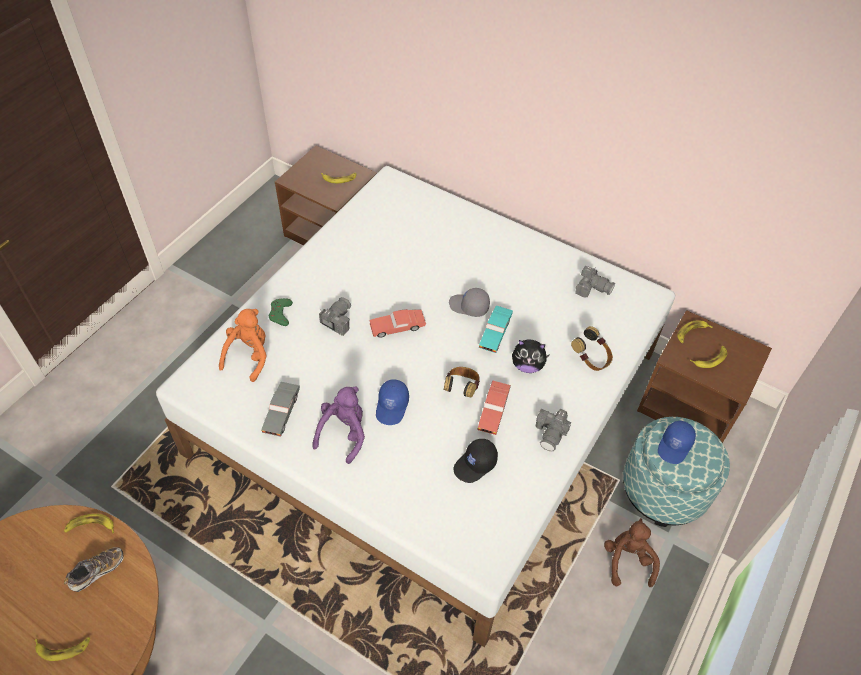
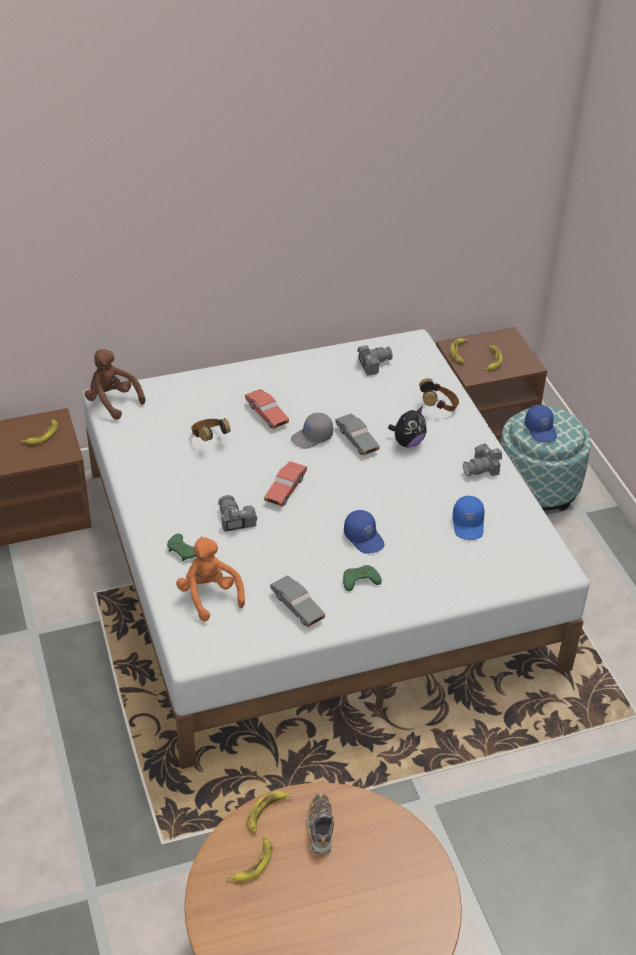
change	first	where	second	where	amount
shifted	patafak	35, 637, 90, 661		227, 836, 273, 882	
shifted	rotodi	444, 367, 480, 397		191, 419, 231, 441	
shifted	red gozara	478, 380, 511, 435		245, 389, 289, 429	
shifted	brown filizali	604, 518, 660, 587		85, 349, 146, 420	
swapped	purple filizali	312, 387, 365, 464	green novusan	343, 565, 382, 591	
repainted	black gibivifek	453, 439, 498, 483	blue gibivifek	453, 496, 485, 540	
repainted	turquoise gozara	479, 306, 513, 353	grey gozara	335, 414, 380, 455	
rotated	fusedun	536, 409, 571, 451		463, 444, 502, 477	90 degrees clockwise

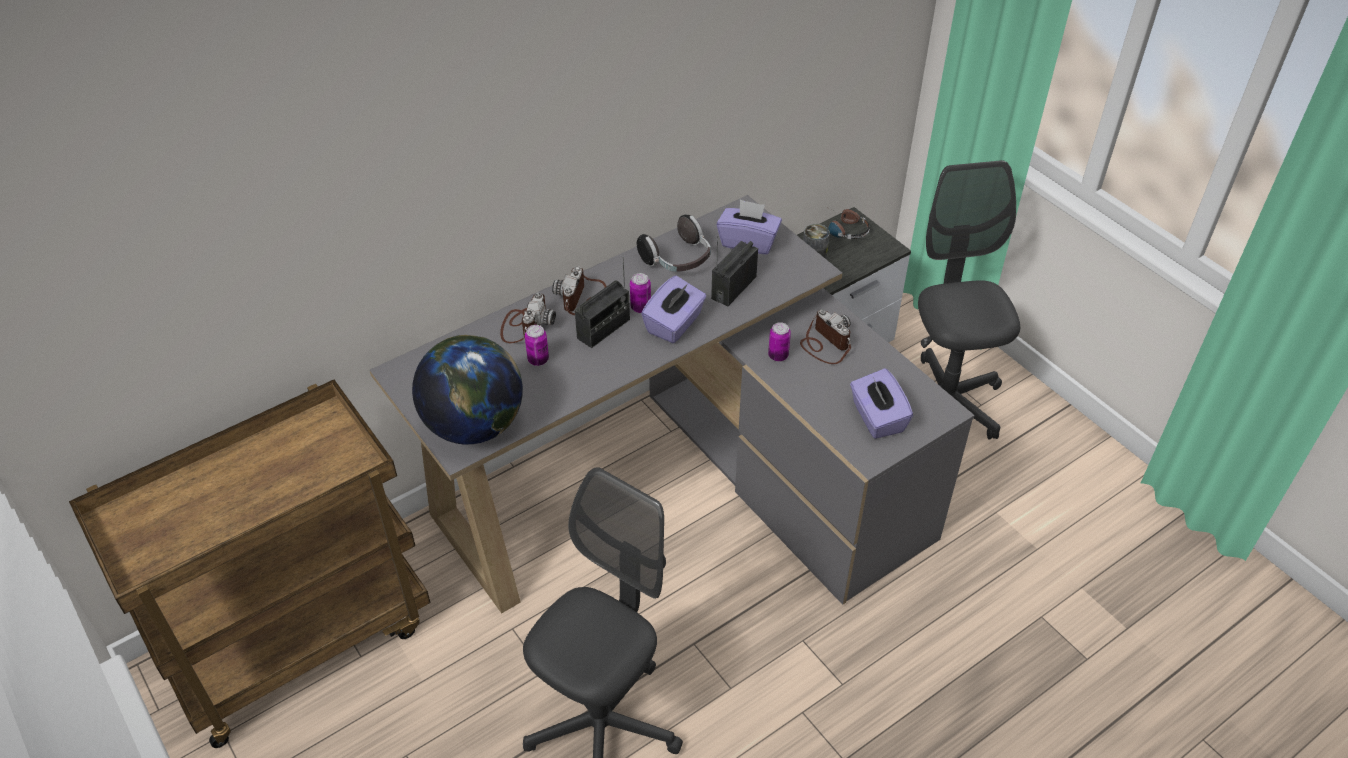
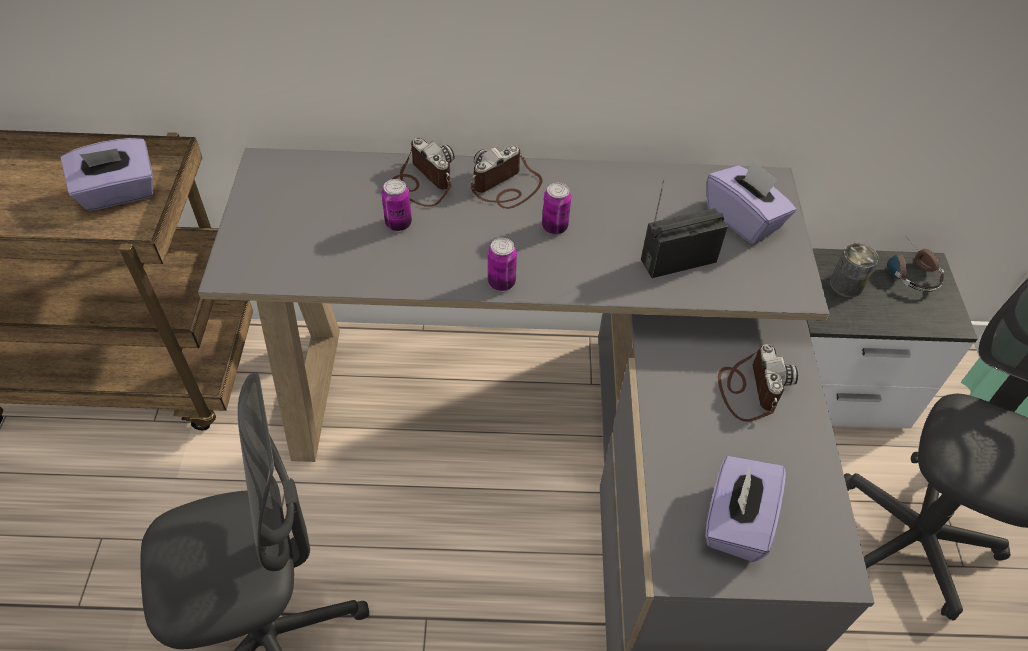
change	first	where	second	where	amount
gone	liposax	412, 335, 523, 444			
gone	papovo	575, 257, 630, 348			
gone	rotodi	637, 214, 711, 272			
shifted	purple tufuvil	641, 276, 707, 343		61, 138, 153, 211	
shifted	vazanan	768, 322, 791, 361		488, 238, 517, 291	
rotated	fusedun	500, 293, 556, 343		392, 137, 454, 207	90 degrees counterclockwise

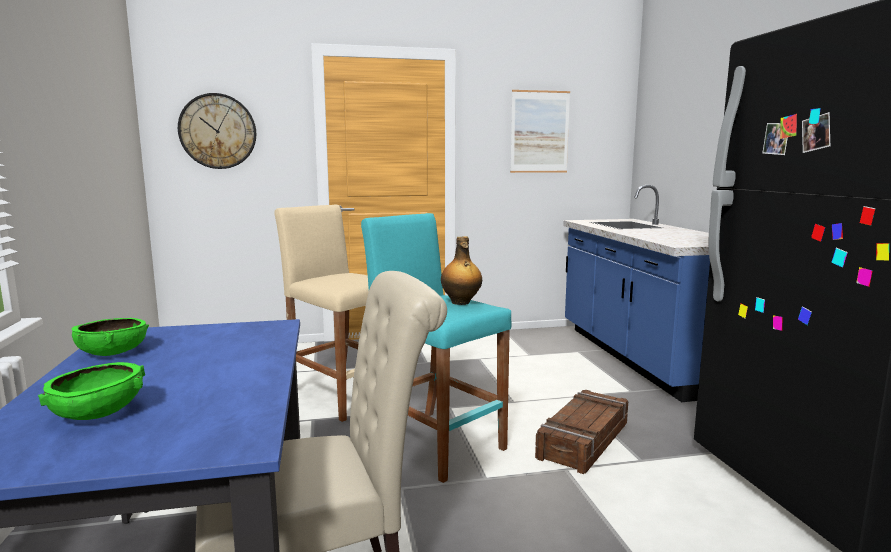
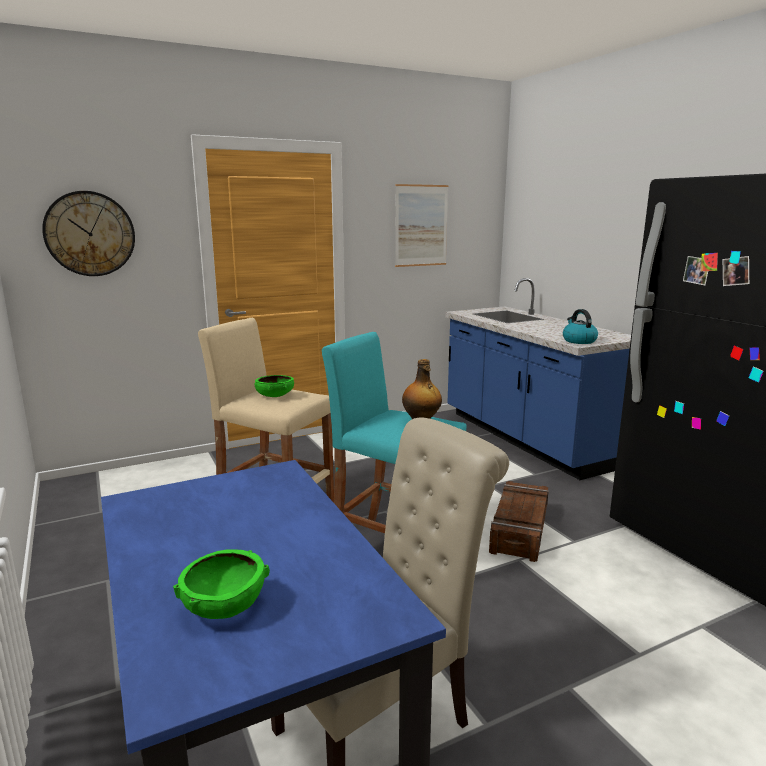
change	first	where	second	where	amount
new			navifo	563, 309, 598, 344	
shifted	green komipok	72, 318, 149, 356		255, 375, 294, 397	

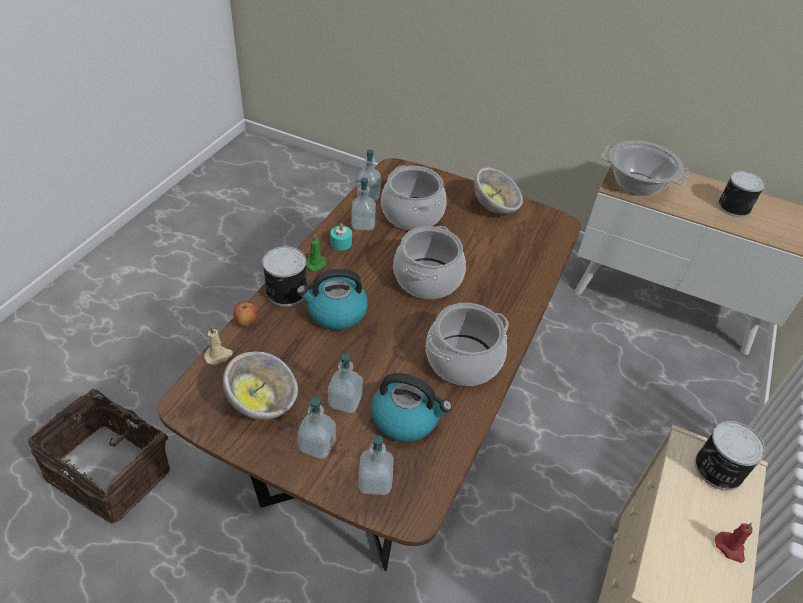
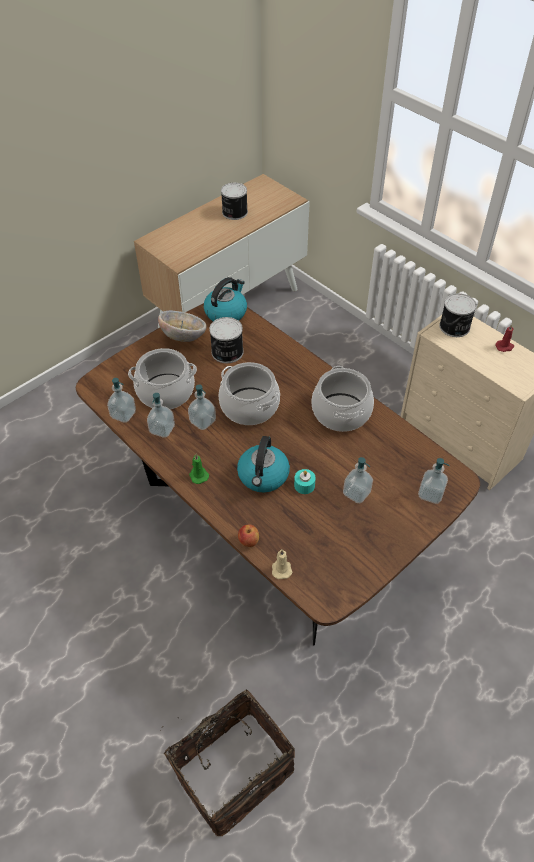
change	first	where	second	where	amount
gone	komipok	223, 352, 298, 420			
gone	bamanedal	601, 141, 689, 196			
shifted	vazanan	262, 246, 307, 306		209, 317, 244, 363	
shifted	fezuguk	298, 397, 336, 459		188, 385, 216, 430	
shifted	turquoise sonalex	330, 223, 352, 251		294, 469, 316, 494	
shifted	navifo	371, 373, 452, 442		204, 277, 247, 321	

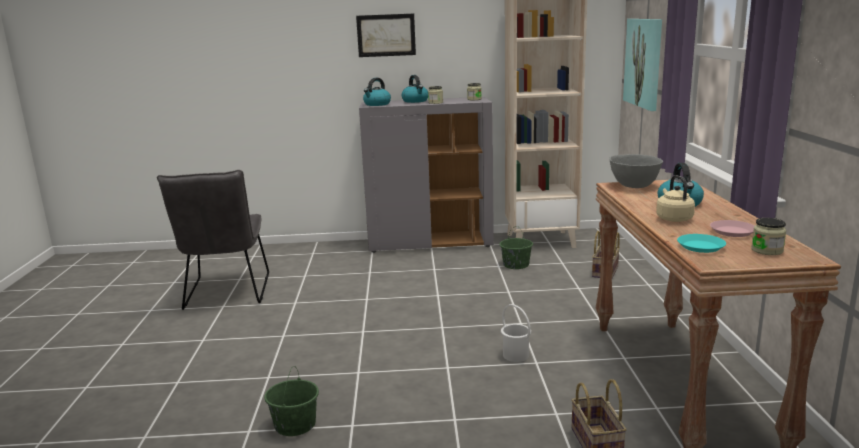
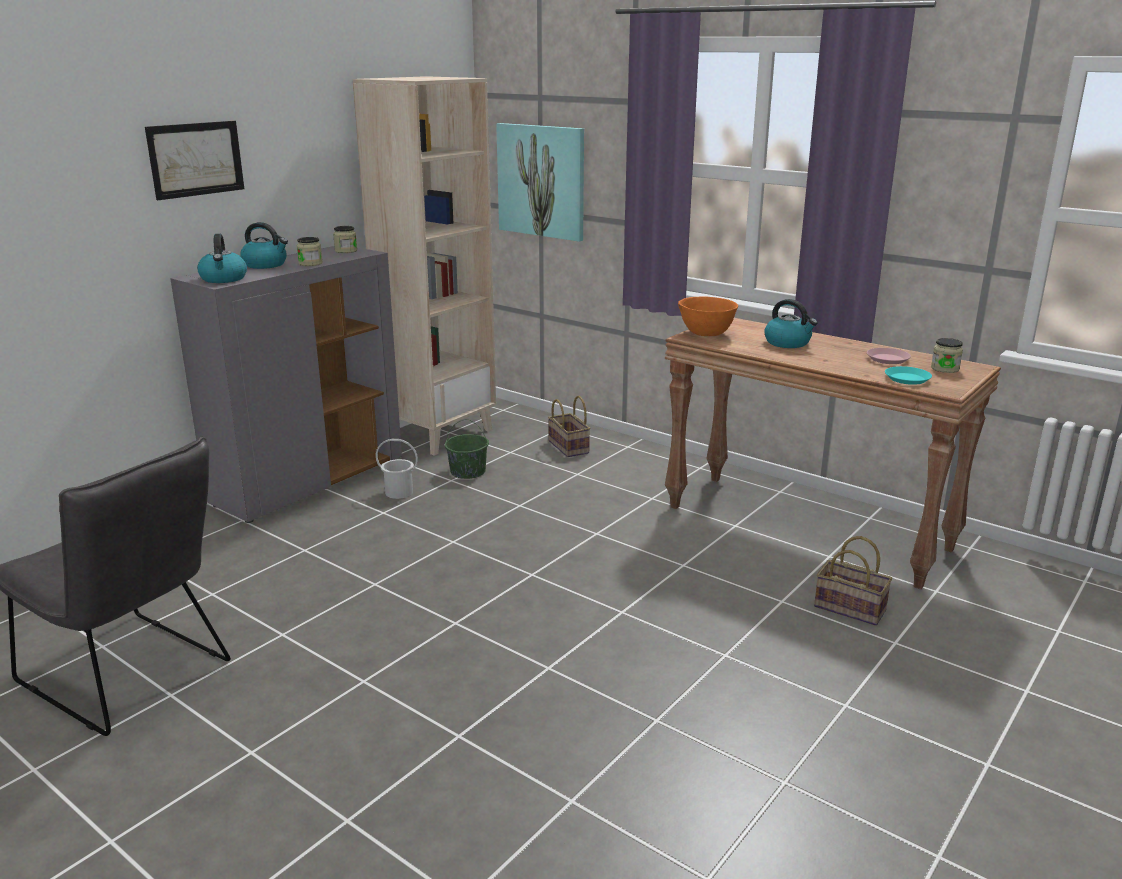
change	first	where	second	where	amount
gone	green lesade	264, 366, 319, 436			
gone	beige navifo	656, 175, 695, 222			
shifted	white lesade	501, 304, 531, 362		376, 439, 418, 499	
repainted	grey komipok	609, 154, 663, 188	orange komipok	678, 296, 738, 336	

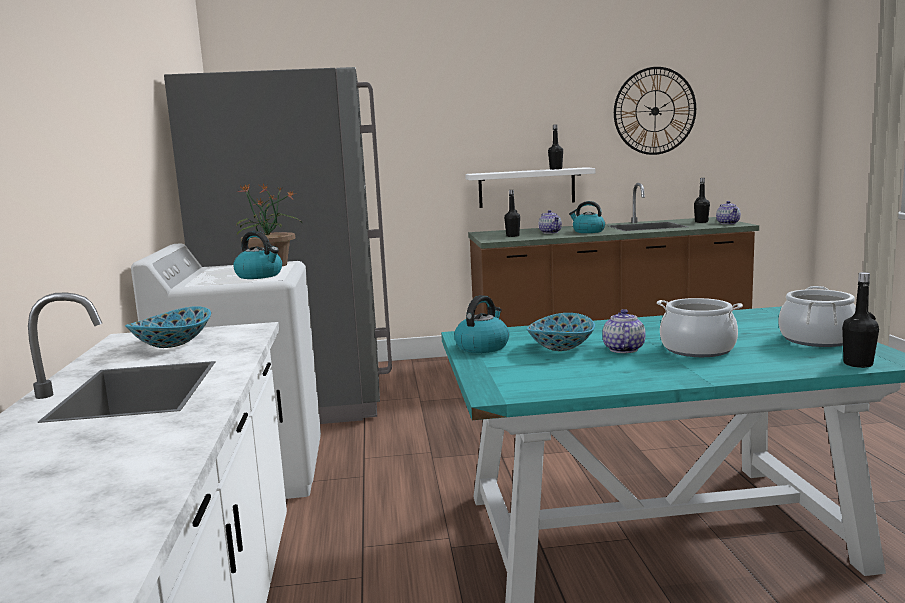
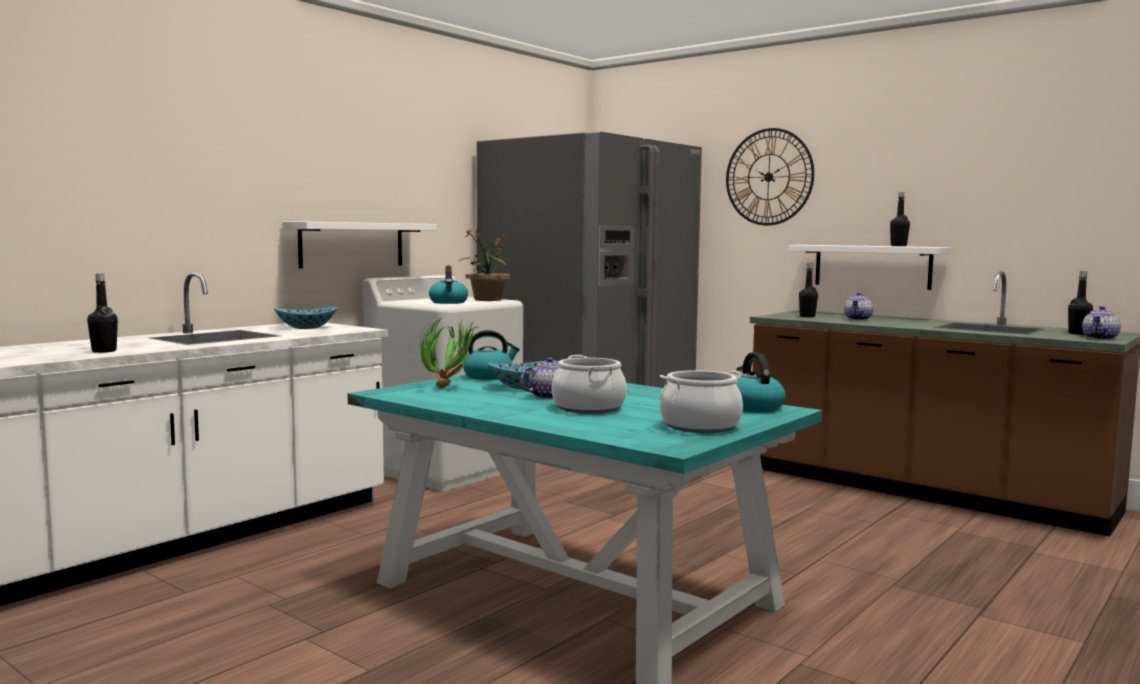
change	first	where	second	where	amount
new			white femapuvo	282, 222, 437, 268	
new			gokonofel	420, 312, 479, 388	
shifted	navifo	569, 201, 605, 233		737, 352, 786, 412	
shifted	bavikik	614, 67, 696, 155		726, 128, 814, 226	
shifted	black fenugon	842, 272, 879, 368		87, 274, 118, 353	

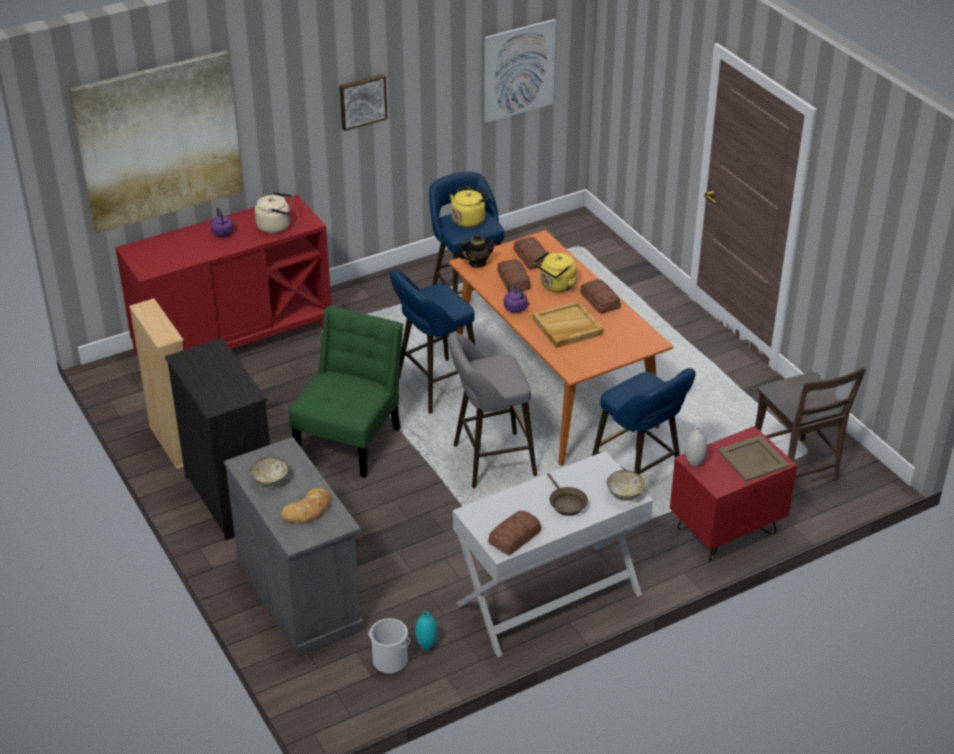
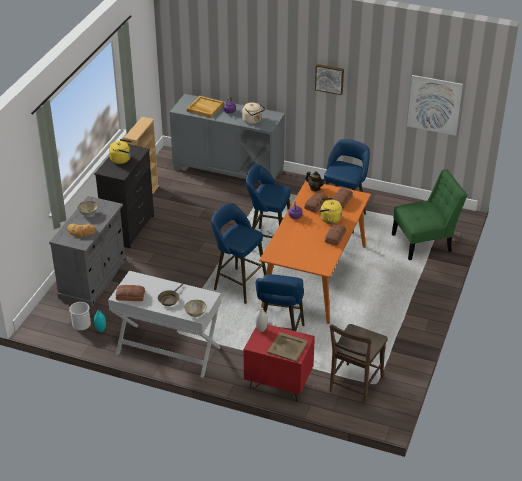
change	first	where	second	where	amount
gone	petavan	69, 50, 243, 234			
shifted	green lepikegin	289, 305, 403, 478		392, 169, 467, 260	
shifted	yellow navifo	450, 186, 492, 227		109, 139, 132, 164	
shifted	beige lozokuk	532, 301, 604, 348		187, 96, 224, 118	
repainted	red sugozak	115, 195, 332, 355	grey sugozak	170, 94, 285, 182	
repainted	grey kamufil	448, 333, 537, 488	blue kamufil	211, 203, 266, 304	

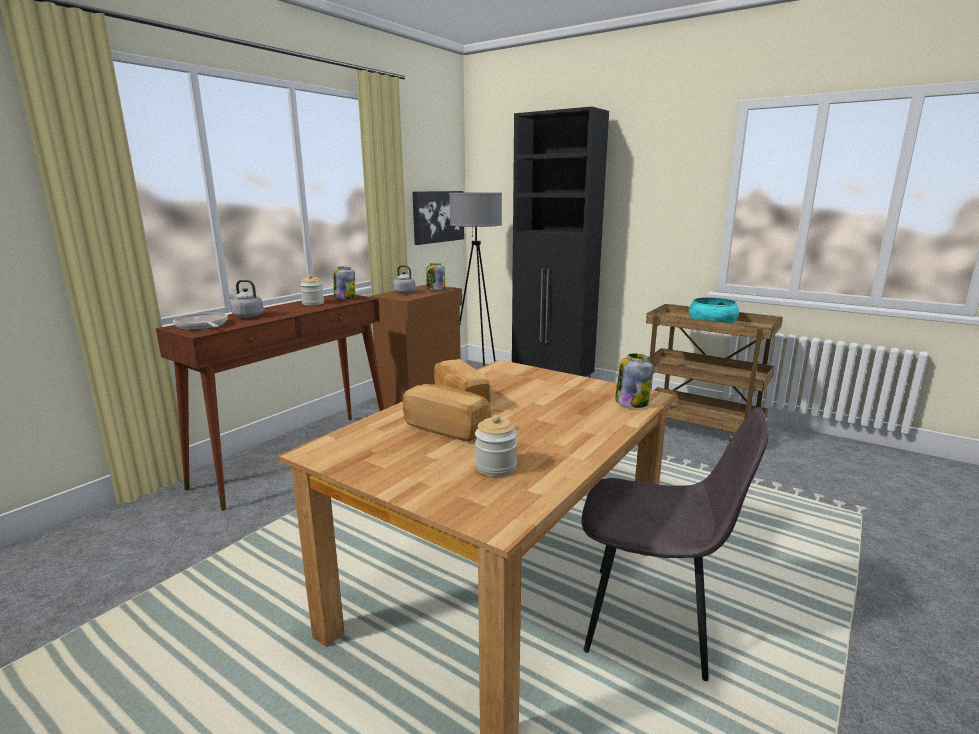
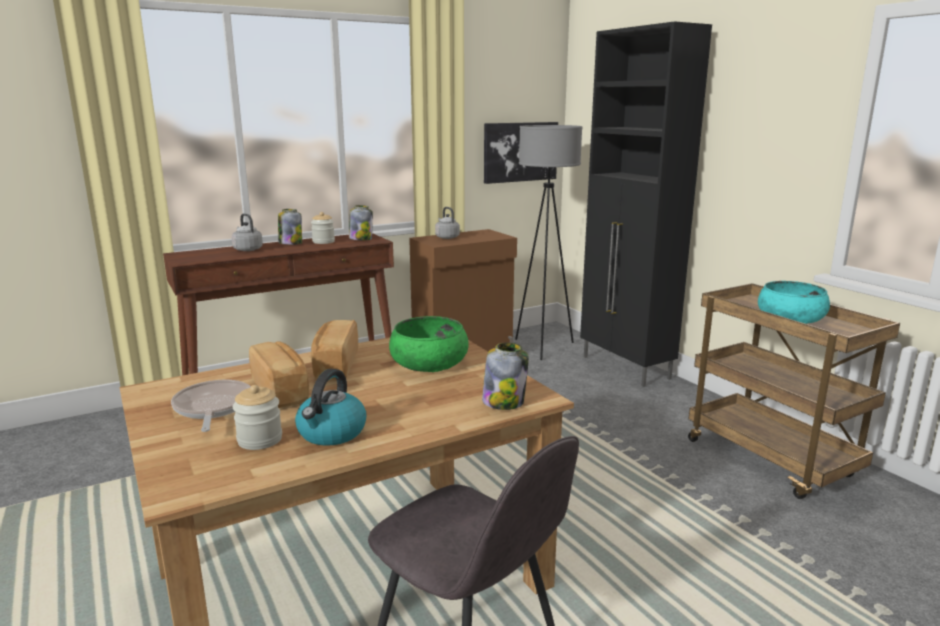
change	first	where	second	where	amount
new			navifo	295, 369, 367, 446	
new			green komipok	389, 316, 469, 372	
shifted	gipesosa	173, 312, 228, 329		171, 380, 251, 432	
shifted	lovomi	426, 263, 445, 290		278, 209, 302, 245	

